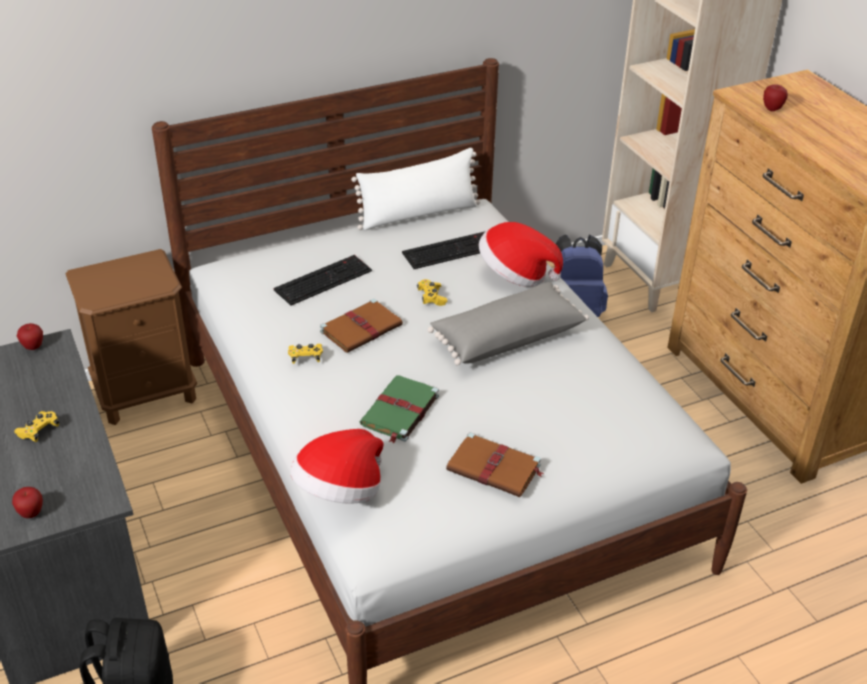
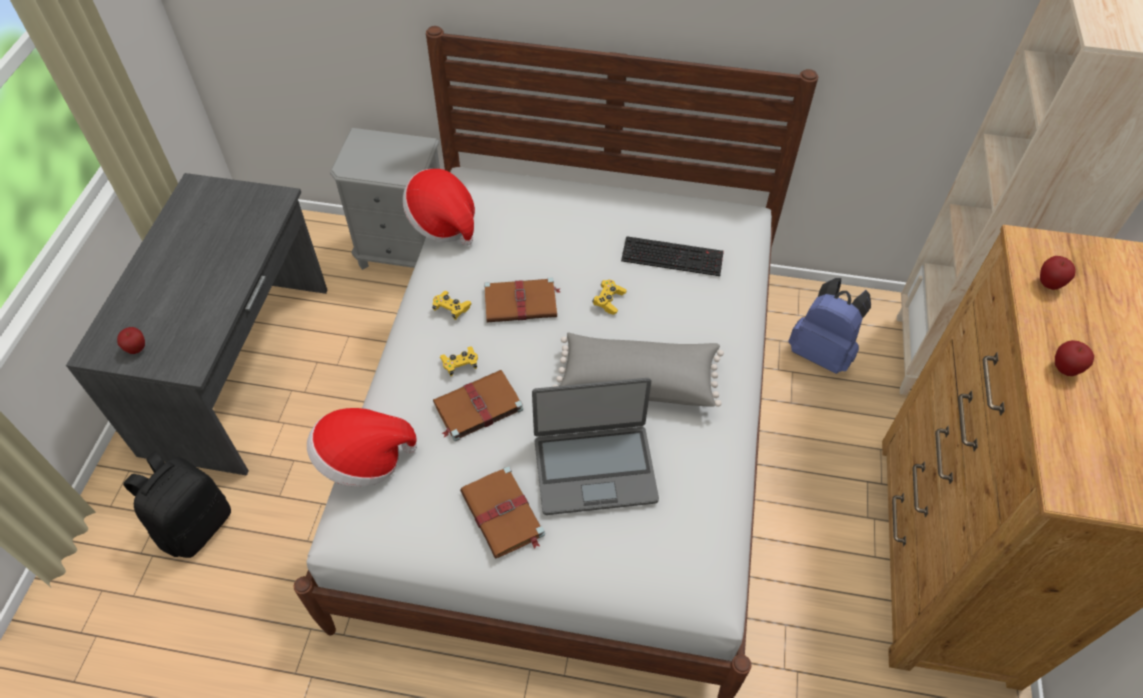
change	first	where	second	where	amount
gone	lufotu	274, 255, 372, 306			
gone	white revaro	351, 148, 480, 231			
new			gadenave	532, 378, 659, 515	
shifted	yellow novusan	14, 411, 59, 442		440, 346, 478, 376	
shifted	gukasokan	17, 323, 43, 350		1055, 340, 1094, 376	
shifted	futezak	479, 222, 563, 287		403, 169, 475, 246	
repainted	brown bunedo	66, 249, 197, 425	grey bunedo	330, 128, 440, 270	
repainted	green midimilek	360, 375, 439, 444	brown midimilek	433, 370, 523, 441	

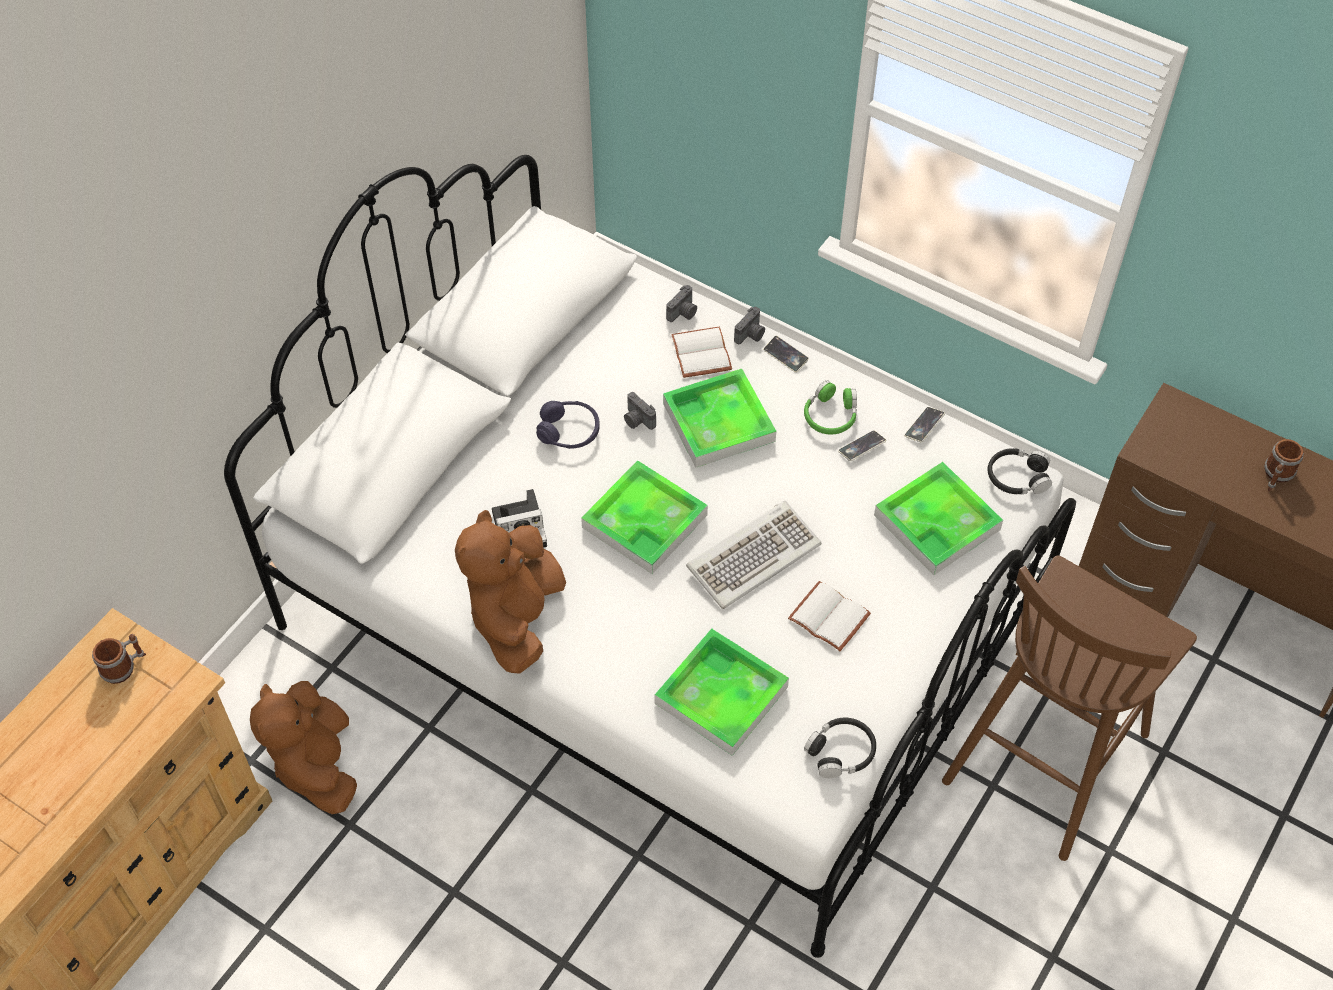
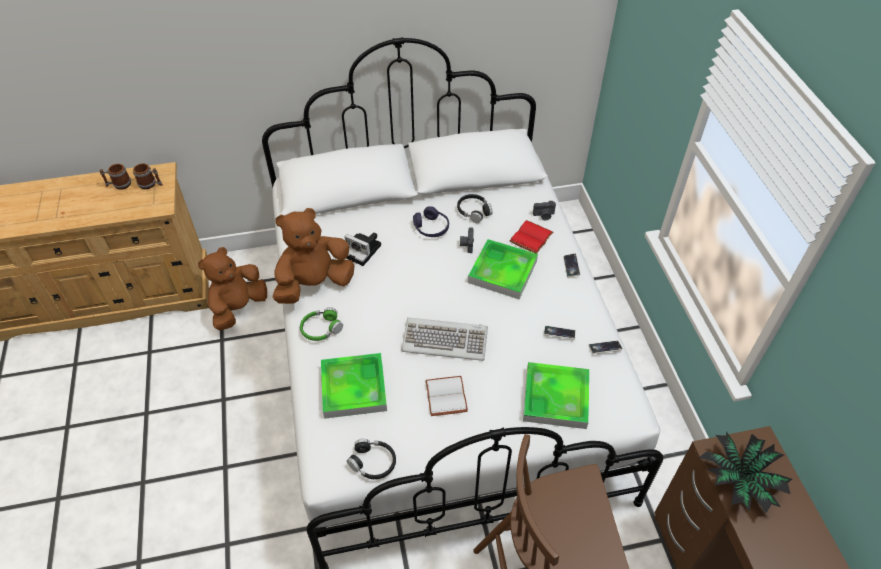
change	first	where	second	where	amount
gone	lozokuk	581, 460, 708, 574			
gone	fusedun	734, 307, 765, 344			
new			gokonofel	699, 432, 792, 513	
shifted	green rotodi	804, 380, 857, 434		300, 307, 343, 341	
shifted	black rotodi	988, 448, 1052, 494		457, 194, 492, 223	
shifted	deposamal	1264, 439, 1304, 491		99, 164, 131, 190	
repainted	white midimilek	671, 327, 732, 378	red midimilek	510, 220, 553, 254	

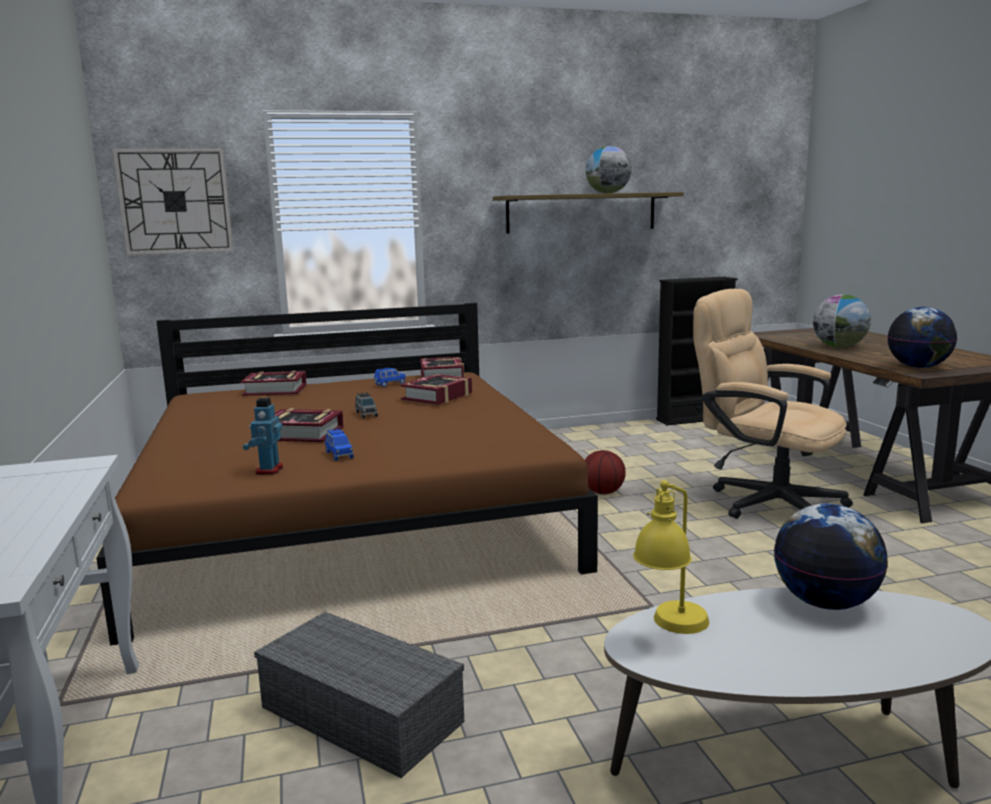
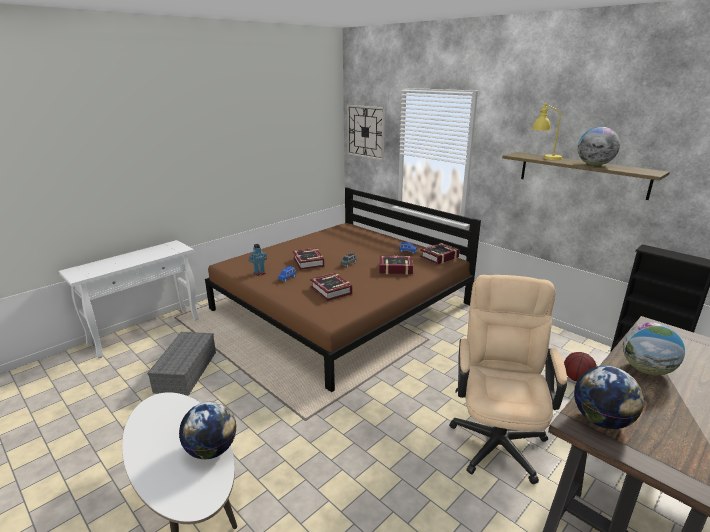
change	first	where	second	where	amount
shifted	midimilek	240, 371, 307, 396		310, 273, 352, 301	
shifted	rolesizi	585, 450, 626, 494		564, 352, 596, 381	
shifted	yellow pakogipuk	633, 480, 709, 634		532, 103, 562, 160	

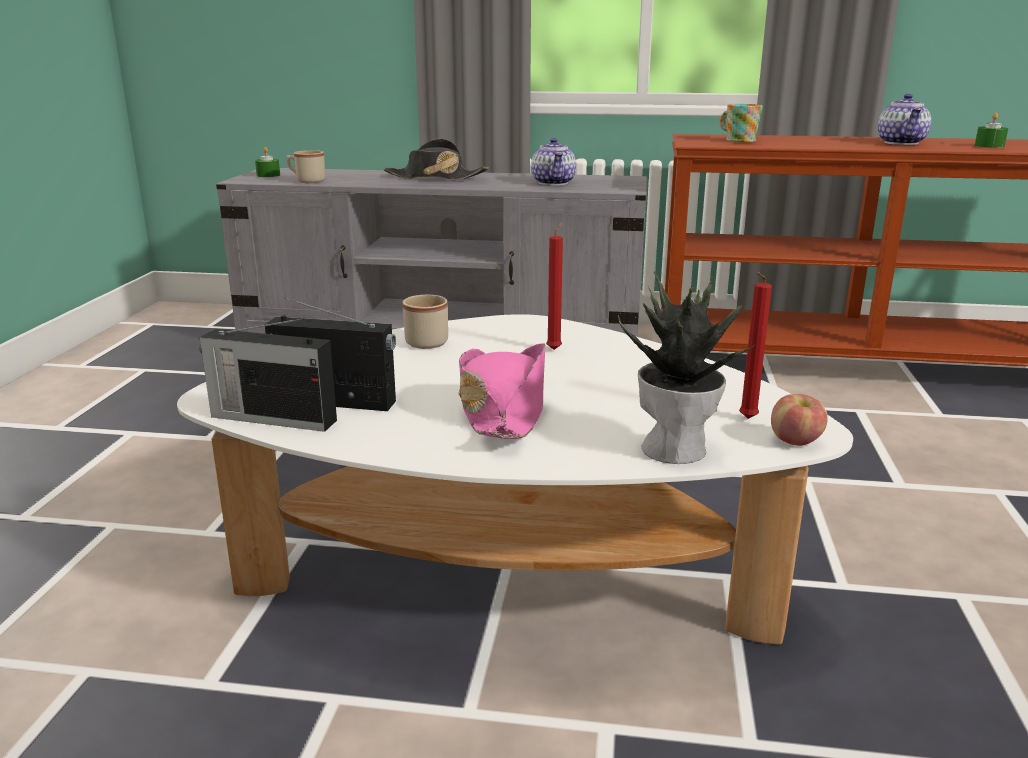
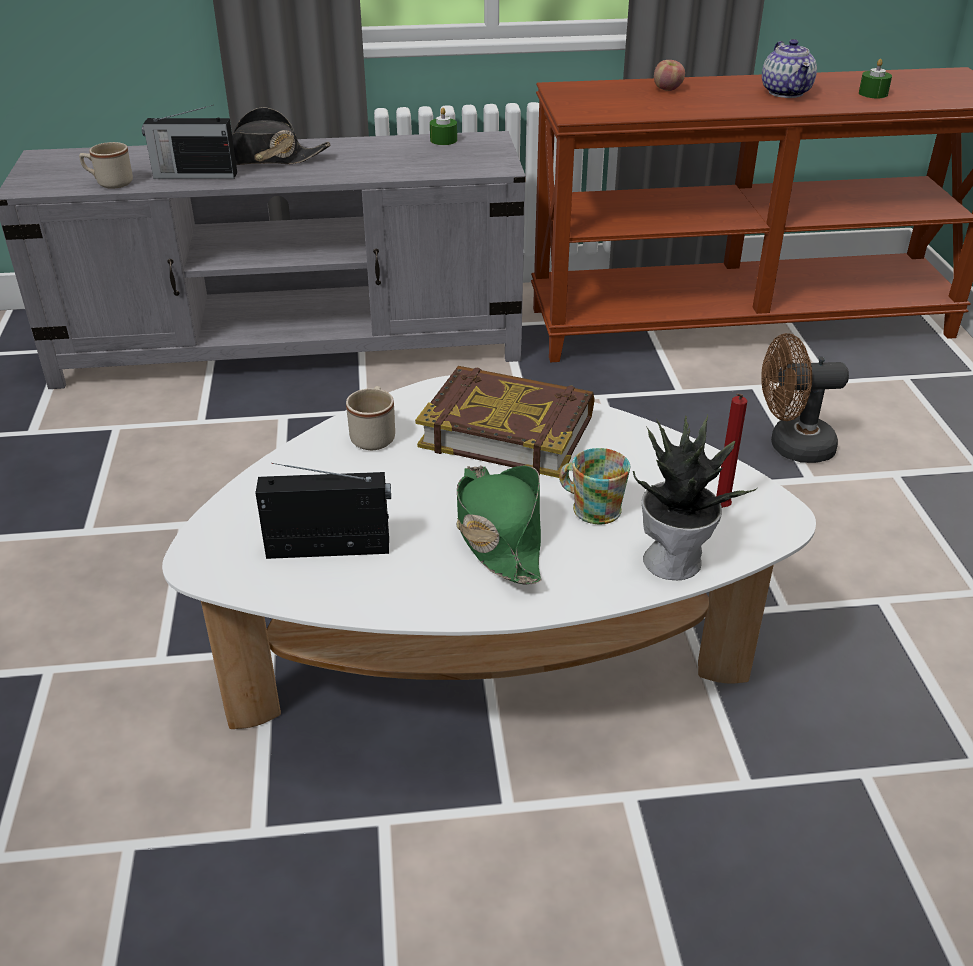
change	first	where	second	where	amount
gone	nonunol	531, 138, 576, 186			
new			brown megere	761, 333, 849, 463	
shifted	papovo	199, 318, 337, 432		142, 105, 237, 179	
shifted	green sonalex	255, 147, 280, 177		430, 108, 457, 145	
shifted	deposamal	719, 104, 763, 142		559, 448, 630, 524	
shifted	gukasokan	771, 394, 828, 446		654, 60, 685, 91	
swapped	red sonalex	546, 222, 563, 350	midimilek	415, 366, 594, 478	
repainted	pink futezak	459, 343, 545, 439	green futezak	456, 465, 541, 584	

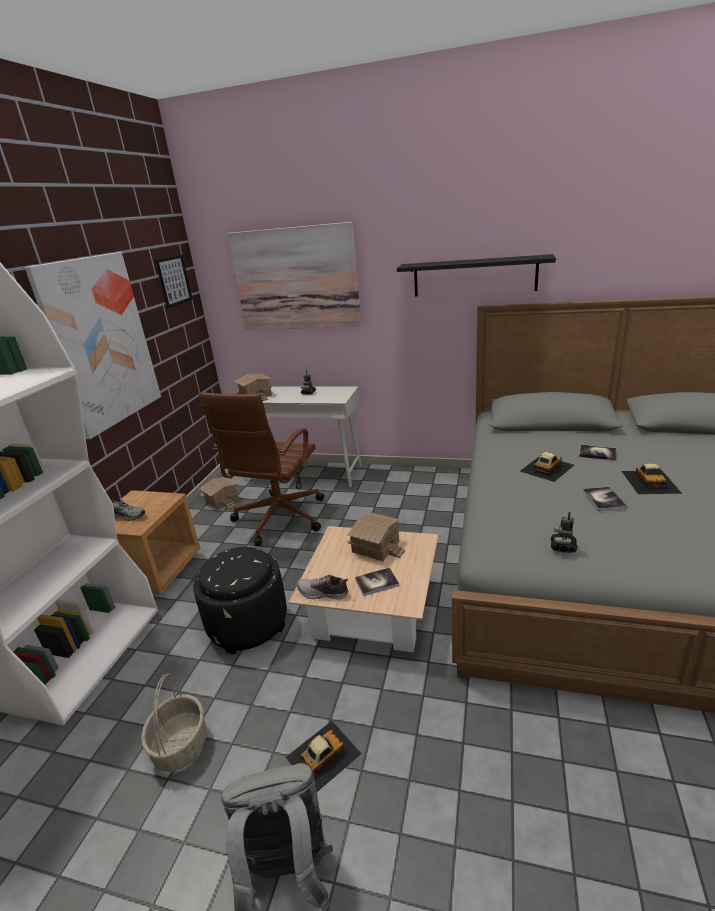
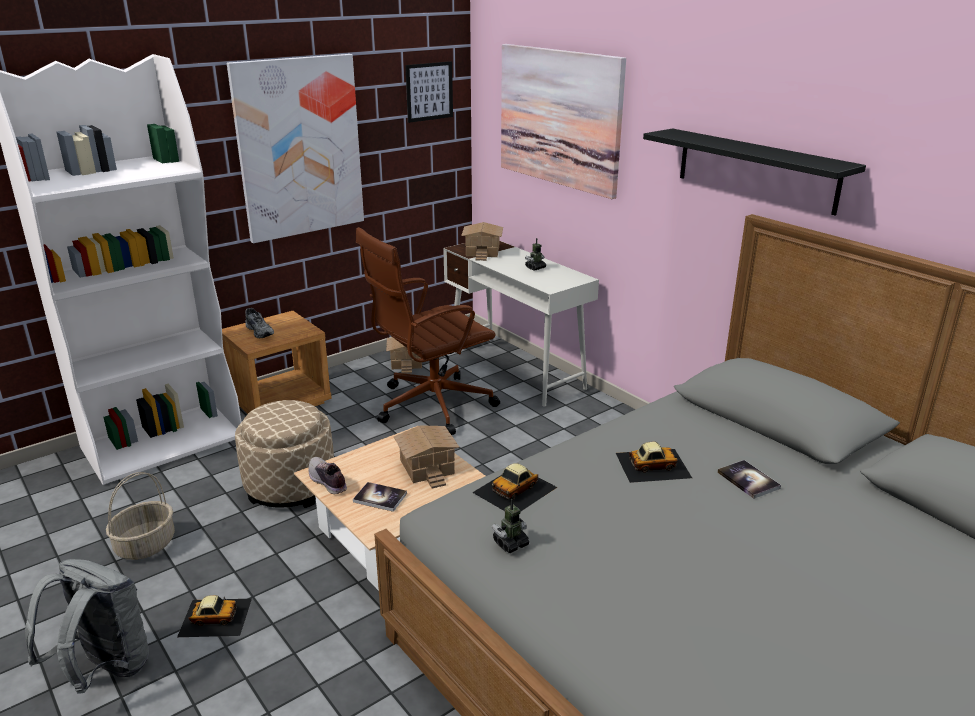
change	first	where	second	where	amount
gone	midimilek	583, 487, 627, 512			
shifted	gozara	622, 463, 682, 494		472, 463, 557, 511	
repainted	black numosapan	193, 547, 287, 654	beige numosapan	235, 400, 334, 508	

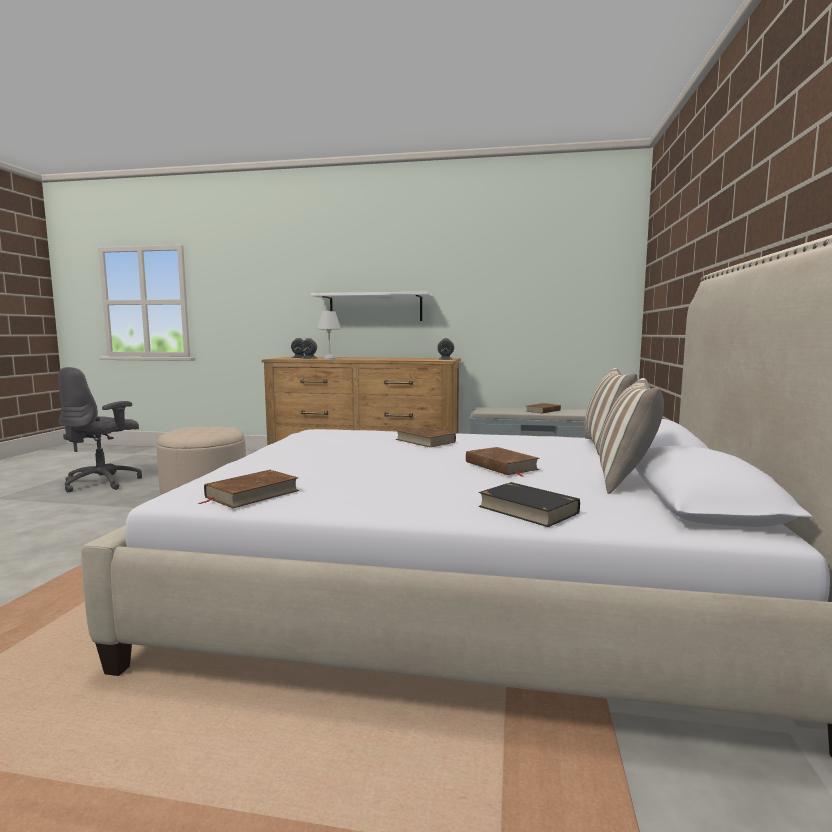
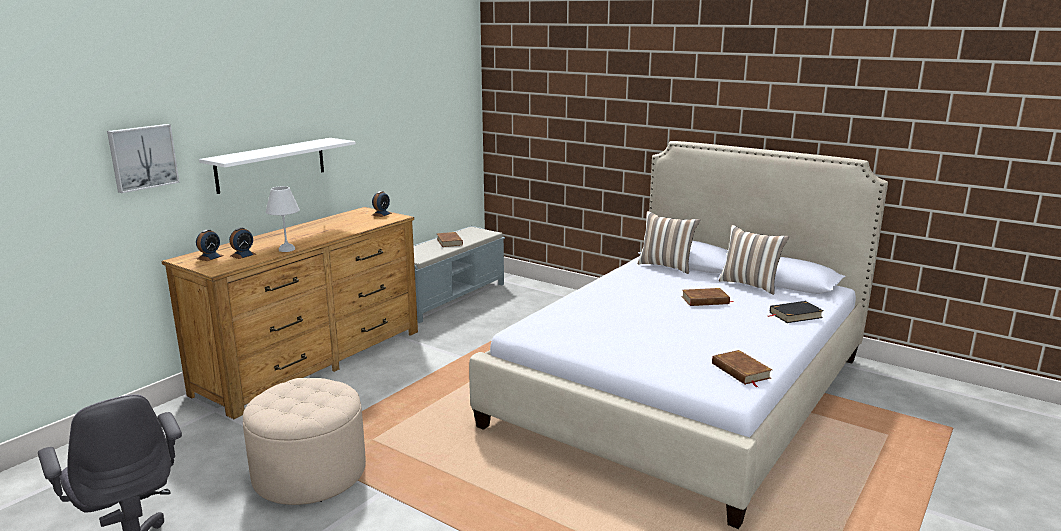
change	first	where	second	where	amount
gone	brown midimilek	396, 427, 456, 447			
new			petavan	107, 124, 180, 193	

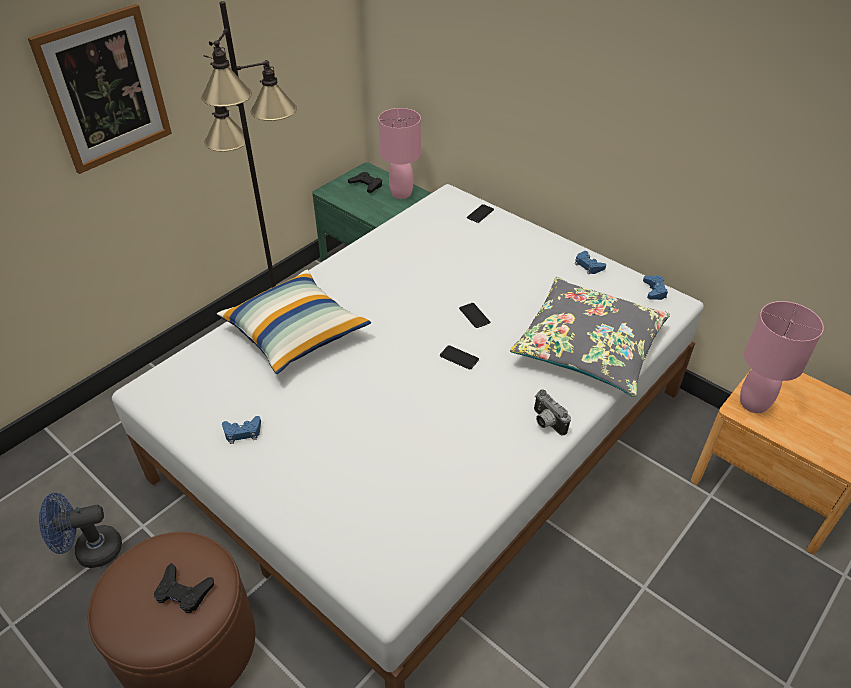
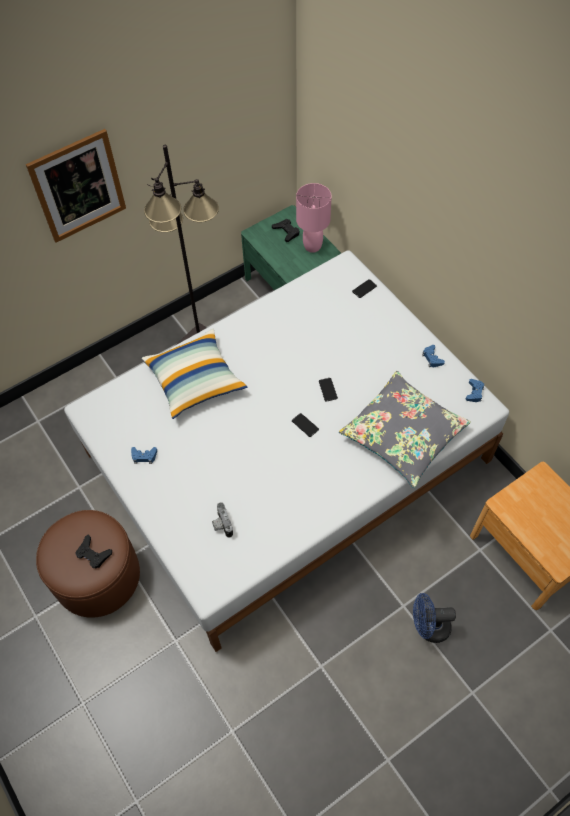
change	first	where	second	where	amount
gone	pink pakogipuk	740, 301, 824, 413			
shifted	blue megere	39, 493, 122, 568		413, 593, 456, 643	
shifted	fusedun	534, 389, 571, 435		212, 502, 233, 538	

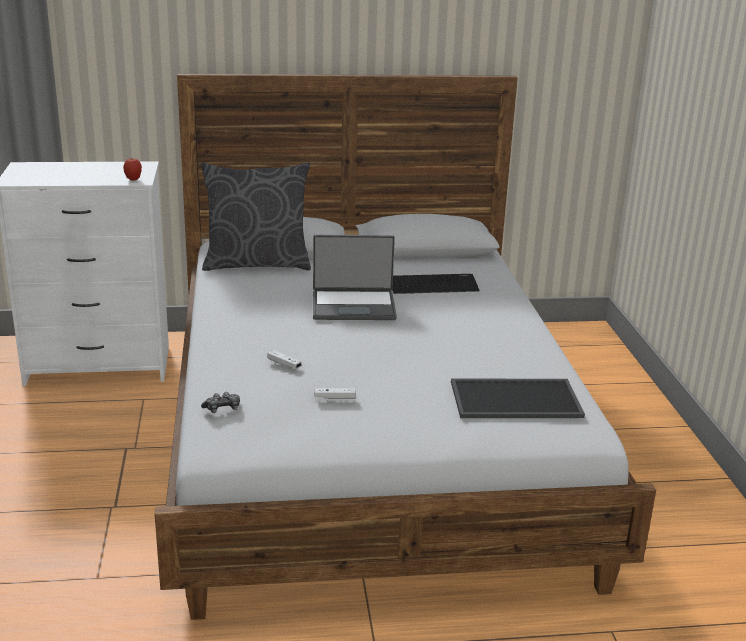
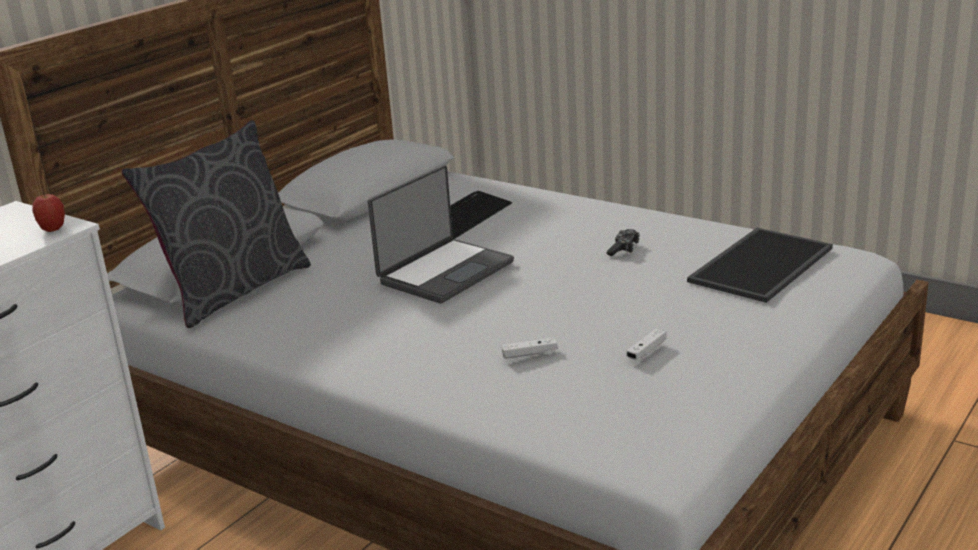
change	first	where	second	where	amount
shifted	novusan	201, 392, 240, 413		607, 229, 640, 256	

